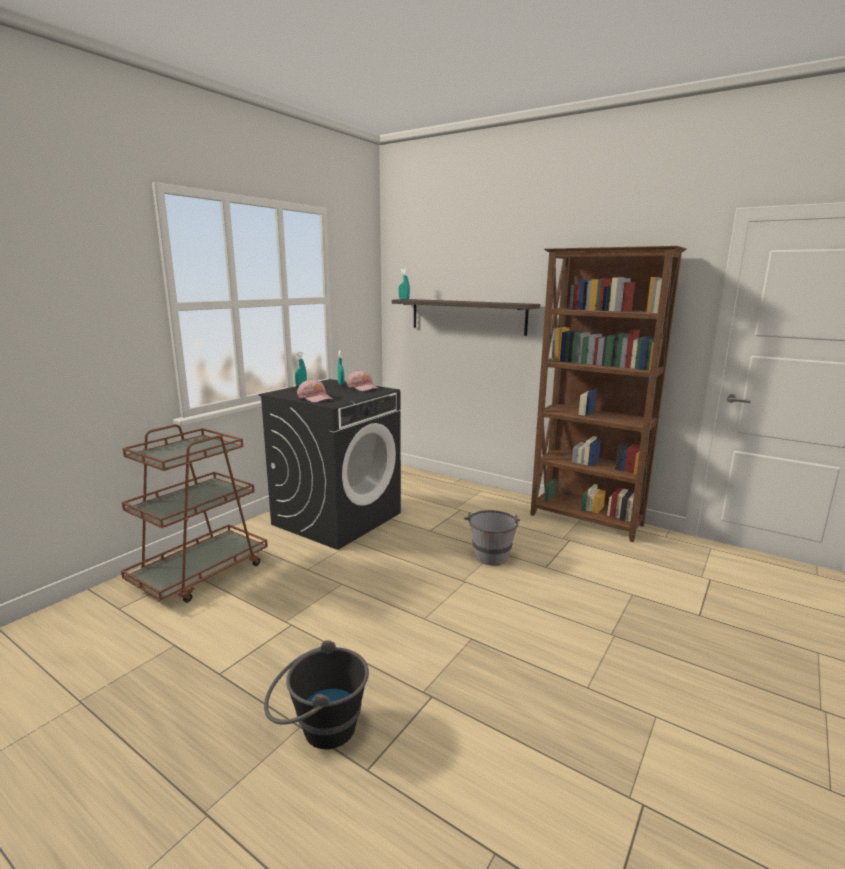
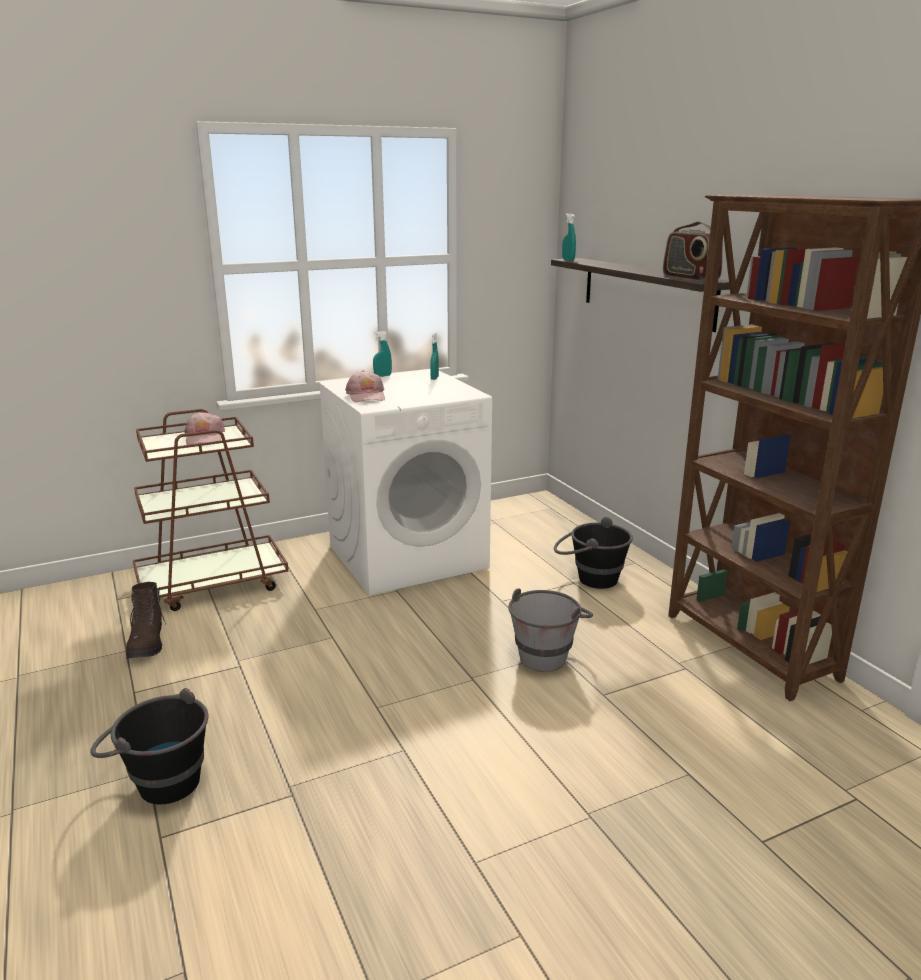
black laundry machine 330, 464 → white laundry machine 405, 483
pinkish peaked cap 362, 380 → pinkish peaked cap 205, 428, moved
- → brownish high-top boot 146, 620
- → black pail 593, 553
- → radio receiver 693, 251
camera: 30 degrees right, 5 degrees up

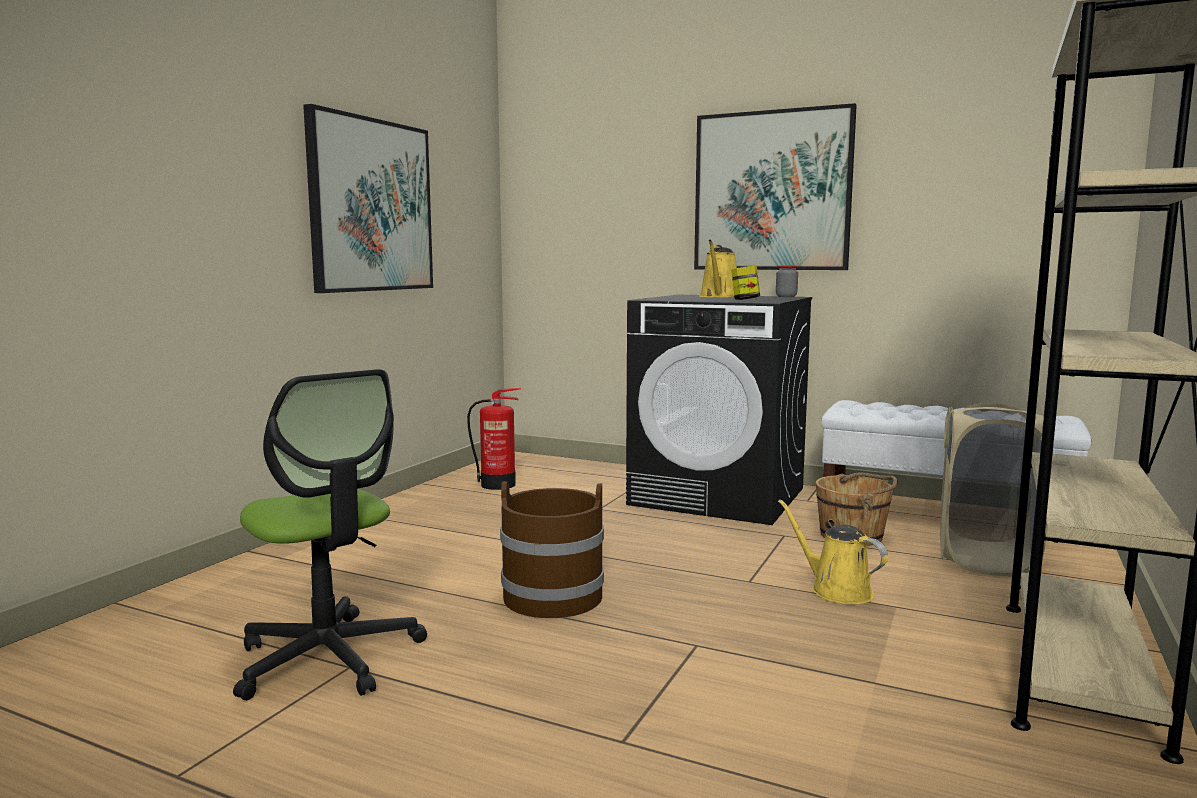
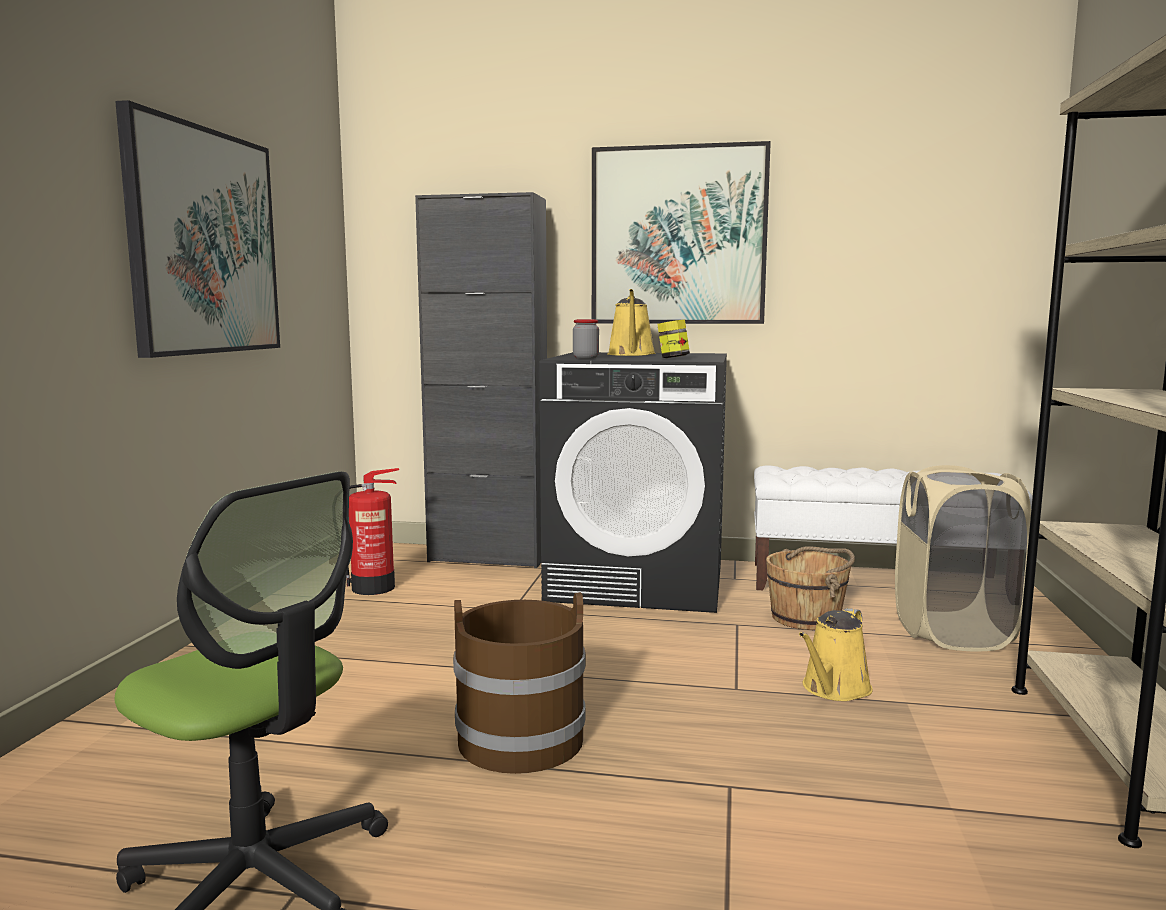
jar 787, 281 → jar 586, 339, moved
yellowish sprinkling can 833, 551 → yellowish sprinkling can 836, 654, 90 degrees counterclockwise
- → black storage cabinet 481, 380
camera: 15 degrees left, 0 degrees up

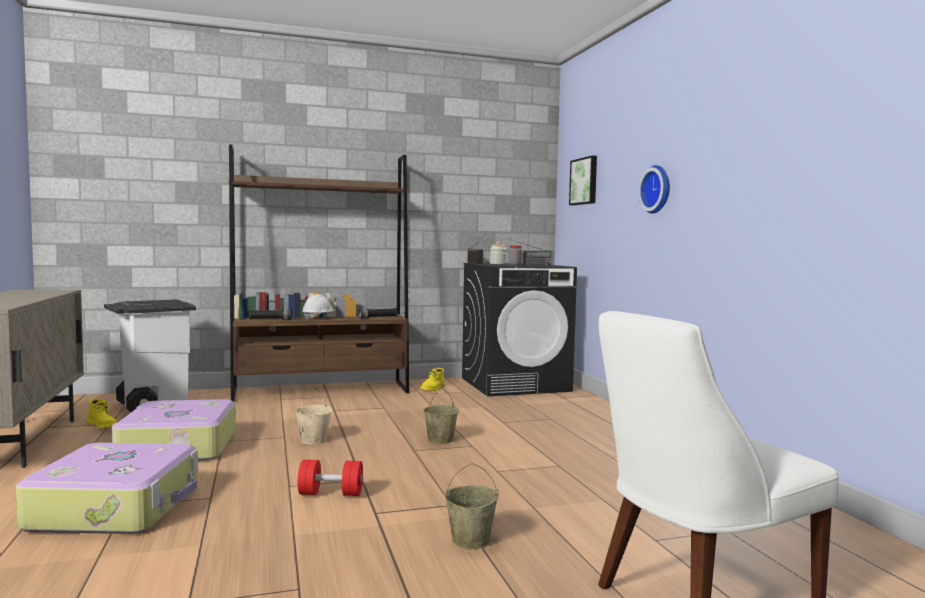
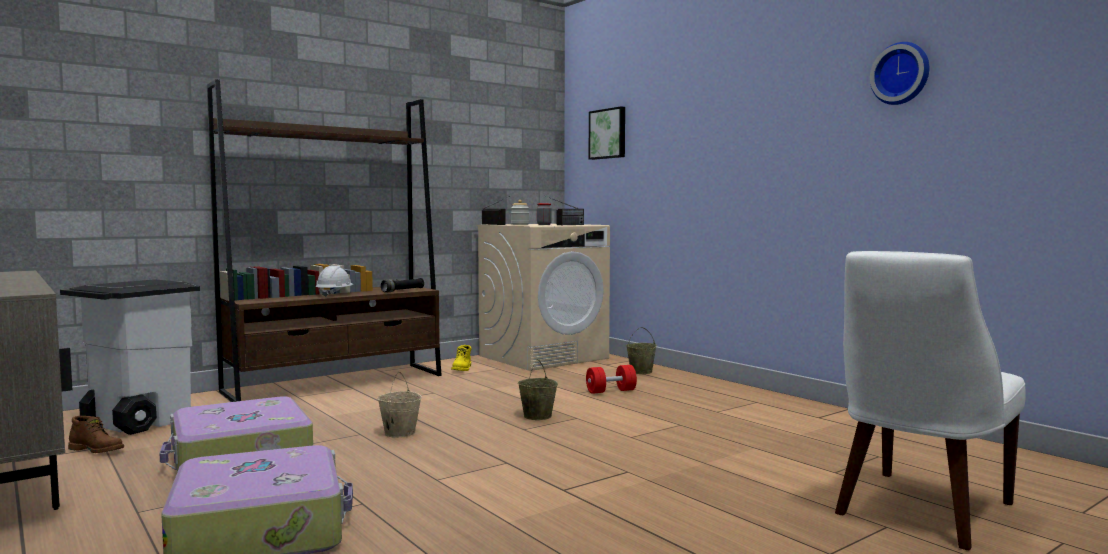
yellowish high-top boot 101, 413 → brownish high-top boot 96, 434
black flashlight 270, 314 → -
red-coloured hand weight 330, 478 → red-coloured hand weight 611, 379, moved
sand-coloured pail 472, 506 → sand-coloured pail 641, 350, moved
black laundry machine 519, 329 → sand-coloured laundry machine 543, 297
hanging clock 654, 189 → hanging clock 899, 73, moved
camera: 20 degrees left, 0 degrees up

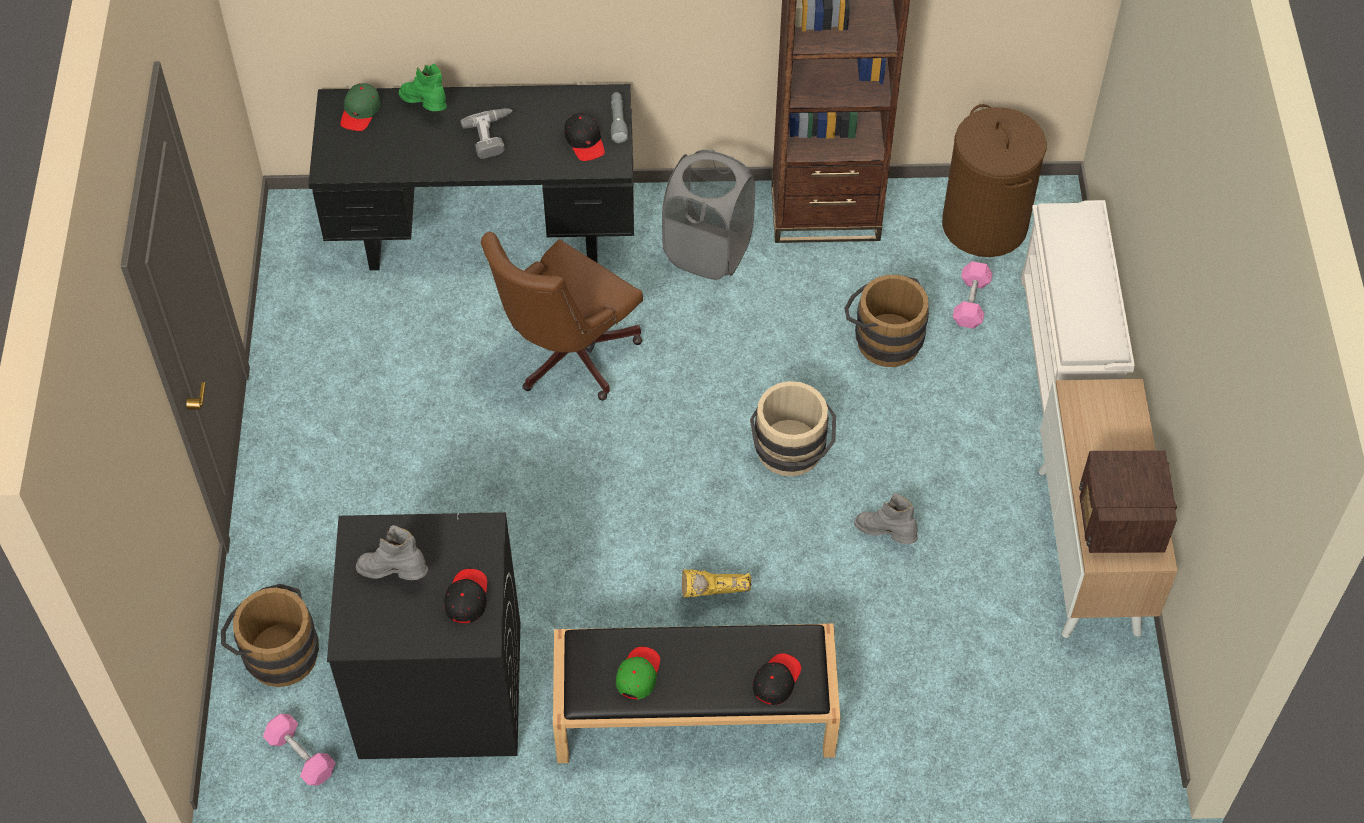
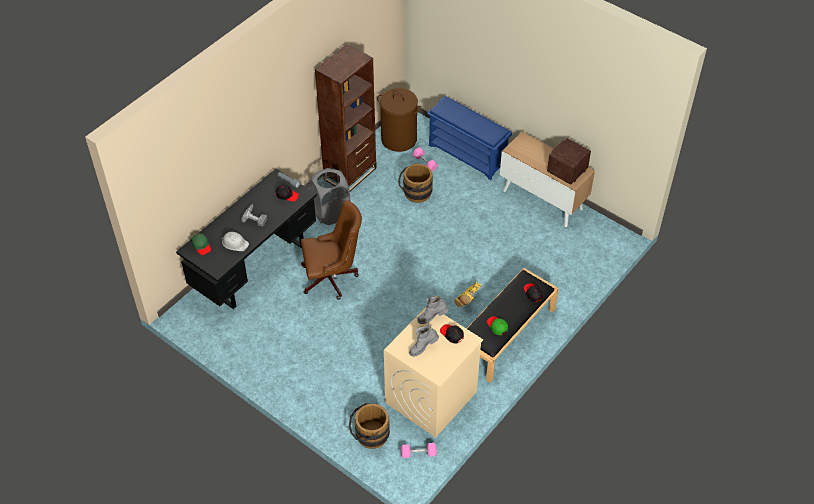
black laundry machine 423, 635 → sand-coloured laundry machine 433, 372
green-coloured high-top boot 423, 87 → -
brownish office chair 562, 316 → brownish office chair 331, 250, 90 degrees counterclockwise
sand-coloured pail 793, 428 → -
gray high-top boot 886, 518 → gray high-top boot 433, 310, moved
white shoe shelf 1078, 308 → blue shoe shelf 469, 138
radio receiver 1128, 502 → radio receiver 569, 161, 90 degrees clockwise
- → white work helmet 235, 241
camera: 50 degrees left, 5 degrees down

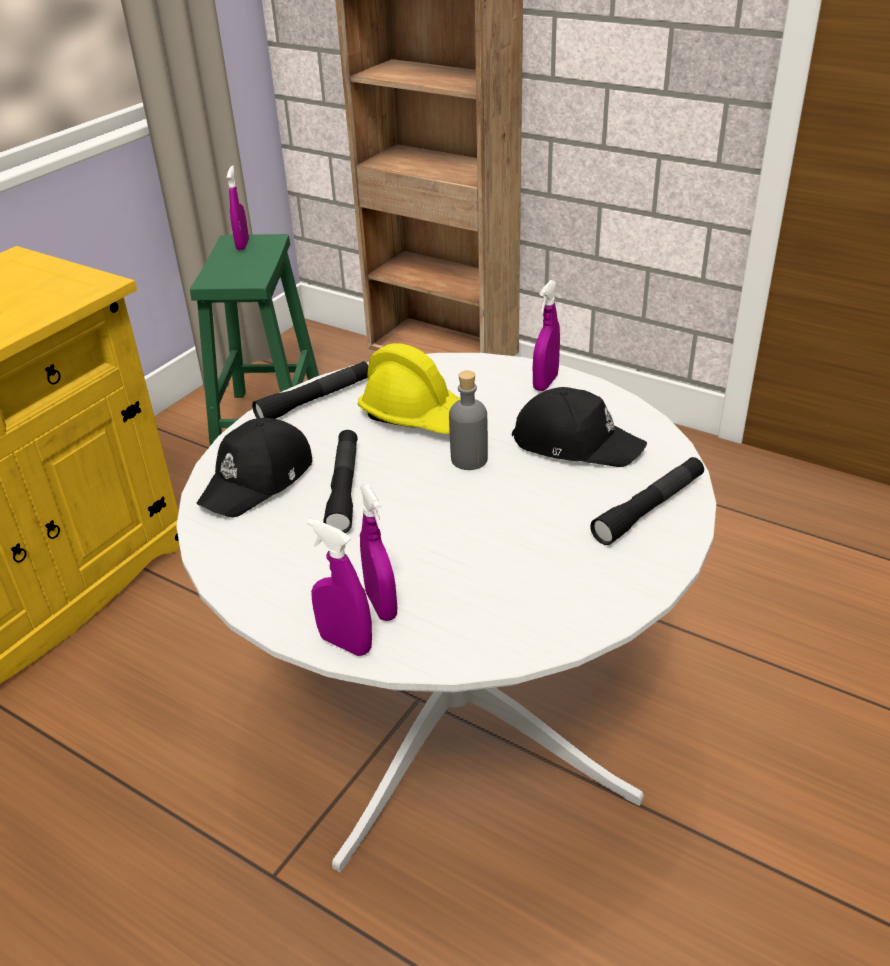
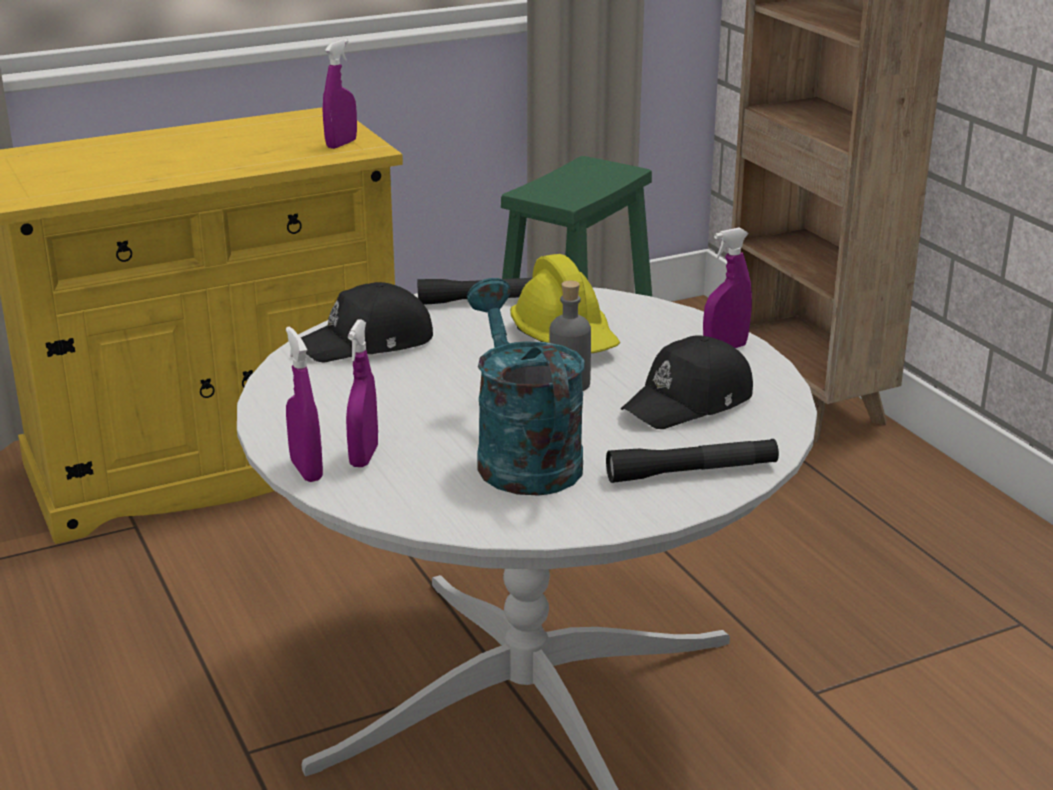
purplish sprayer 238, 208 → purplish sprayer 340, 94, moved
black flashlight 340, 481 → -
black peaked cap 579, 427 → black peaked cap 687, 382, 90 degrees clockwise
- → turquoise-coloured sprinkling can 526, 387
camera: 30 degrees right, 10 degrees down

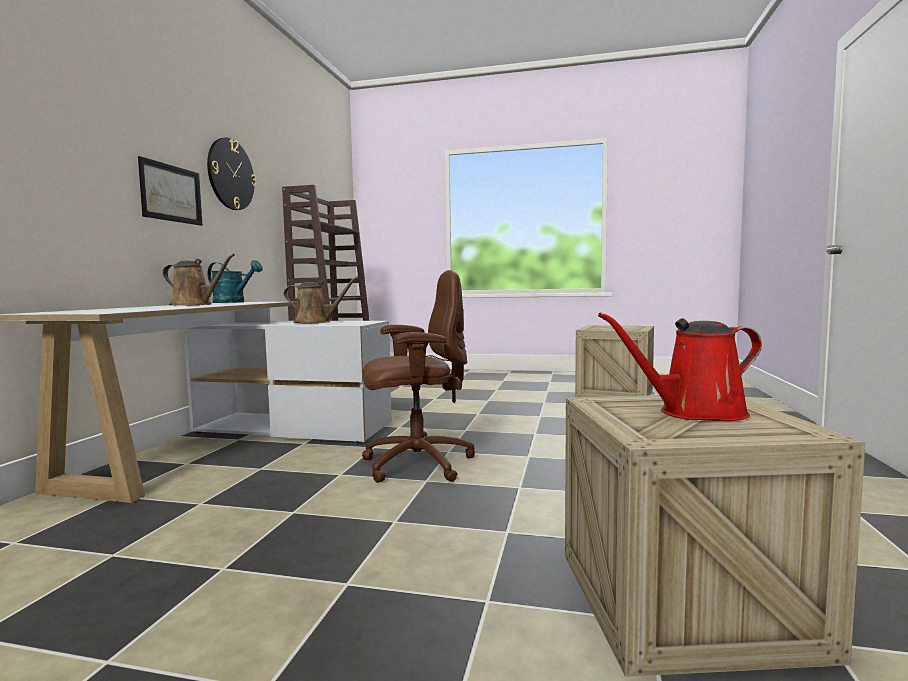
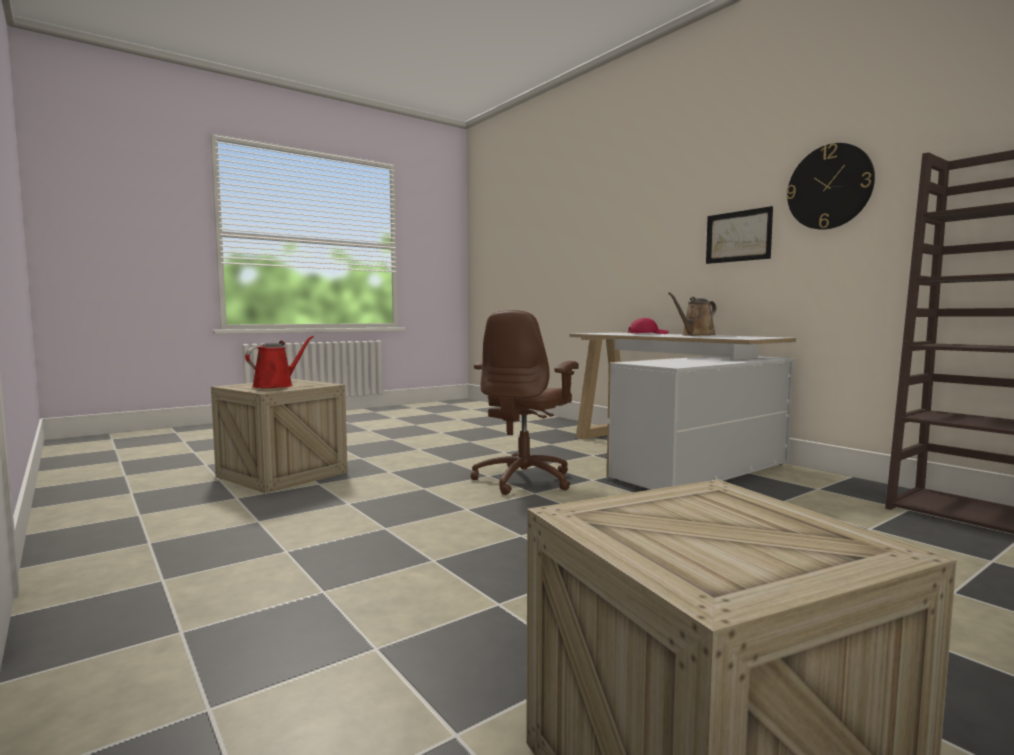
turquoise-coloured sprinkling can 235, 281 → -
brownish sprinkling can 321, 299 → -
- → red-coloured peaked cap 648, 326
camera: 130 degrees right, 0 degrees up

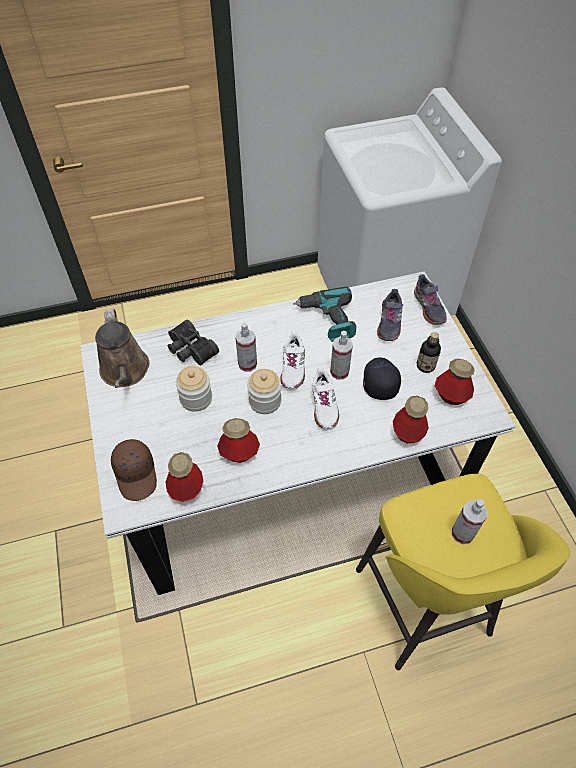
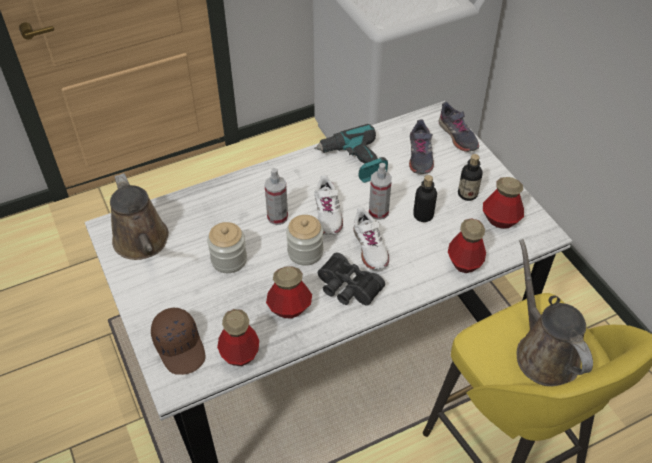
black binoculars 193, 342 → black binoculars 351, 279, moved
black peaked cap 382, 379 → beverage bottle 425, 198
sprayer 469, 521 → brownish sprinkling can 555, 312
camera: 10 degrees left, 5 degrees down

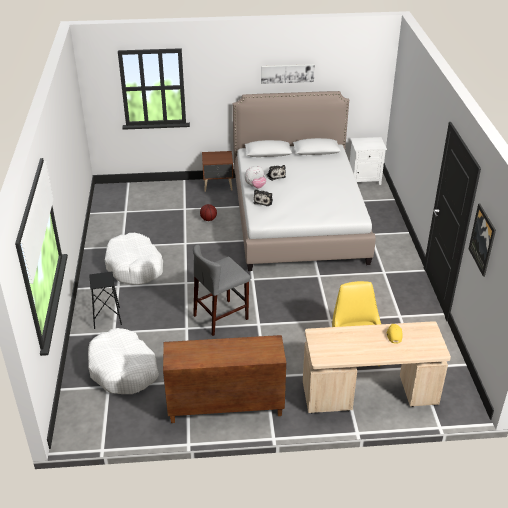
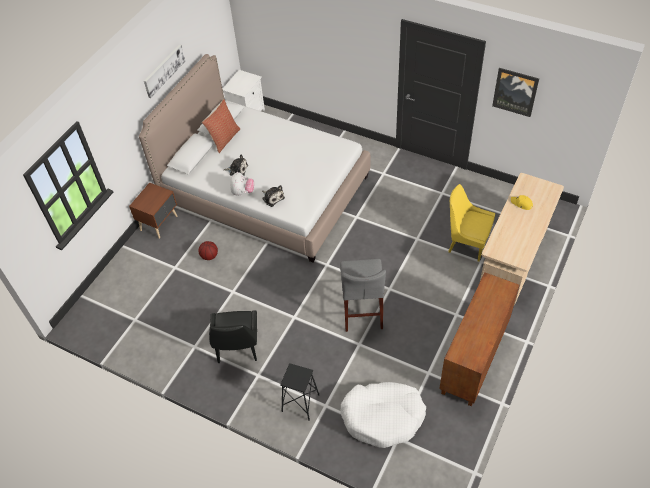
white pet bed 134, 259 → black plain chair 233, 336
- → throw pillow 221, 126
camera: 55 degrees left, 15 degrees up

